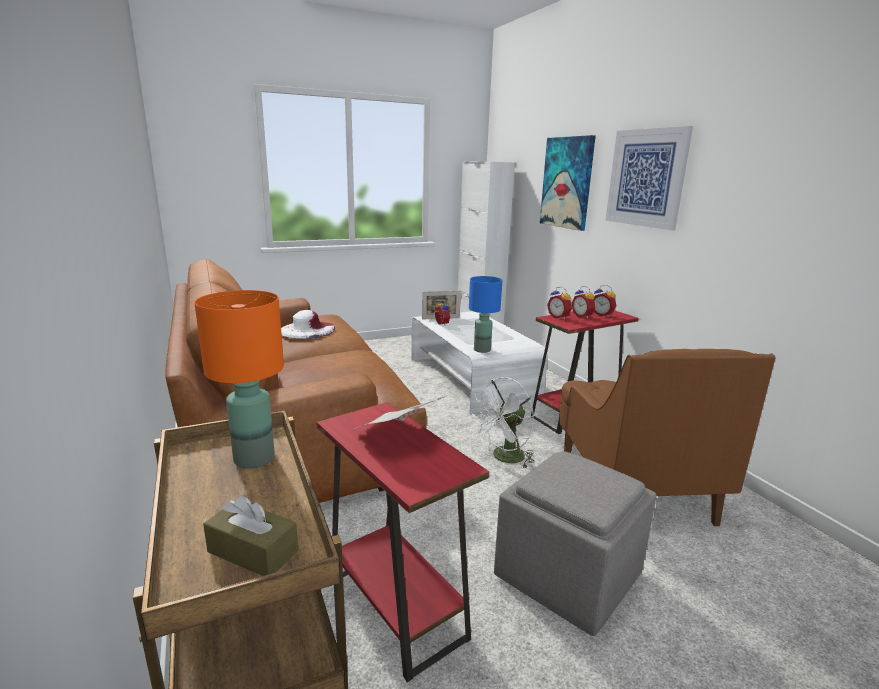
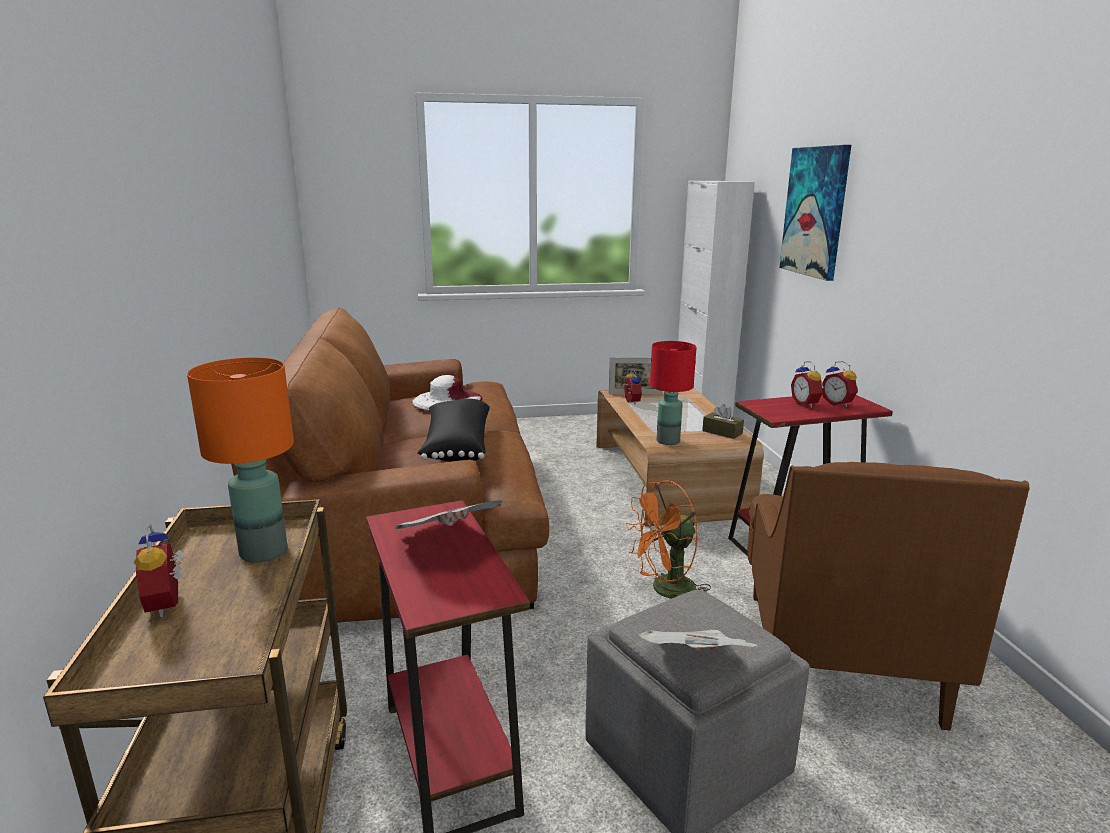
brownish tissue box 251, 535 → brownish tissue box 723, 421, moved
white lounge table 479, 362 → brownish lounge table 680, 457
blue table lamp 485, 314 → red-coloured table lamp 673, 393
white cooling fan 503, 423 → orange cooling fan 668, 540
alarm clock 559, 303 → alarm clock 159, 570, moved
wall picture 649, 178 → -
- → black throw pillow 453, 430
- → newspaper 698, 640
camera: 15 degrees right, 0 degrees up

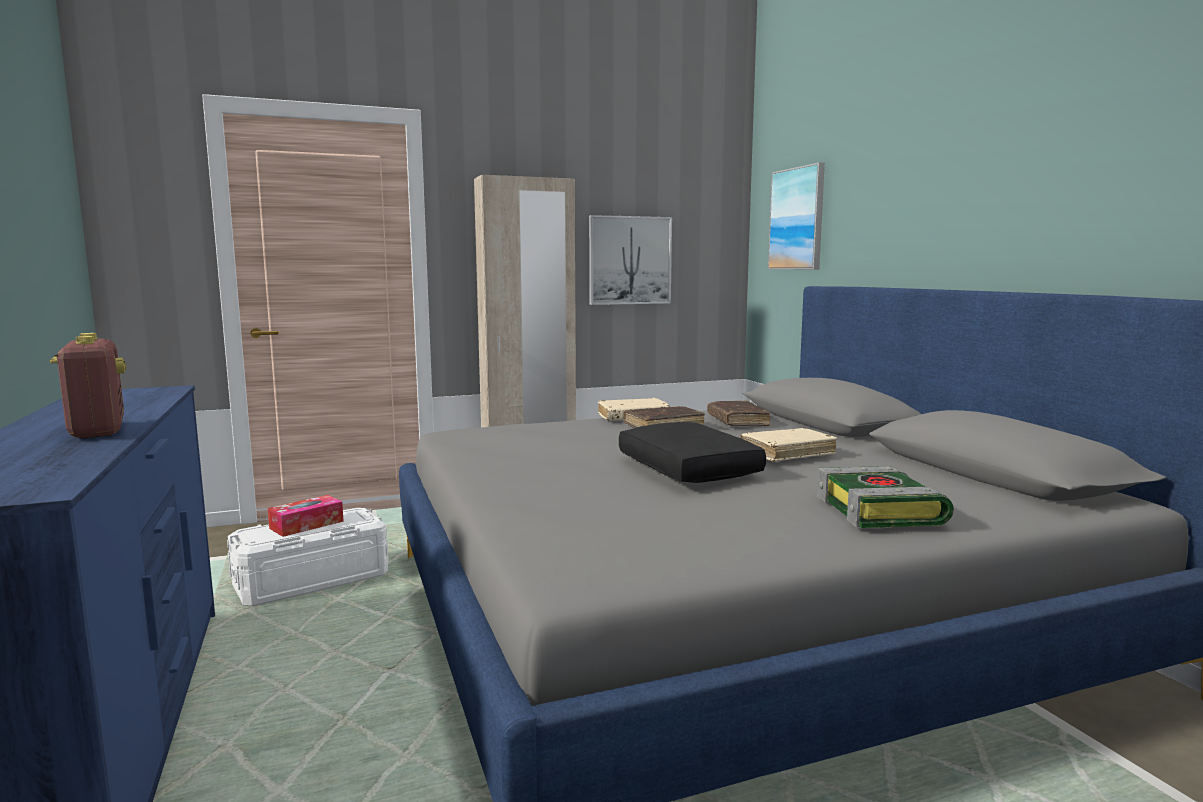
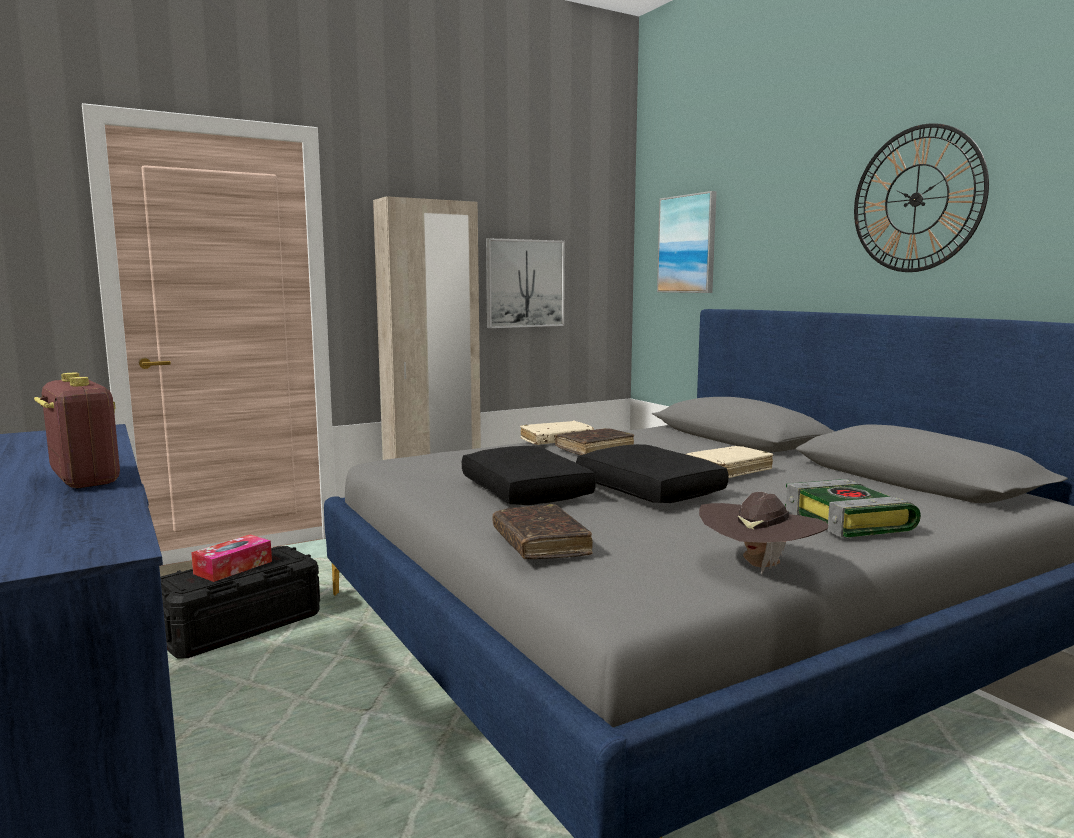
white storage box 308, 557 → black storage box 240, 602
brownish volume 738, 413 → brownish volume 542, 531, moved
- → black throw pillow 529, 475
- → brownish hat 763, 533
- → hanging clock 921, 197
camera: 10 degrees left, 0 degrees up

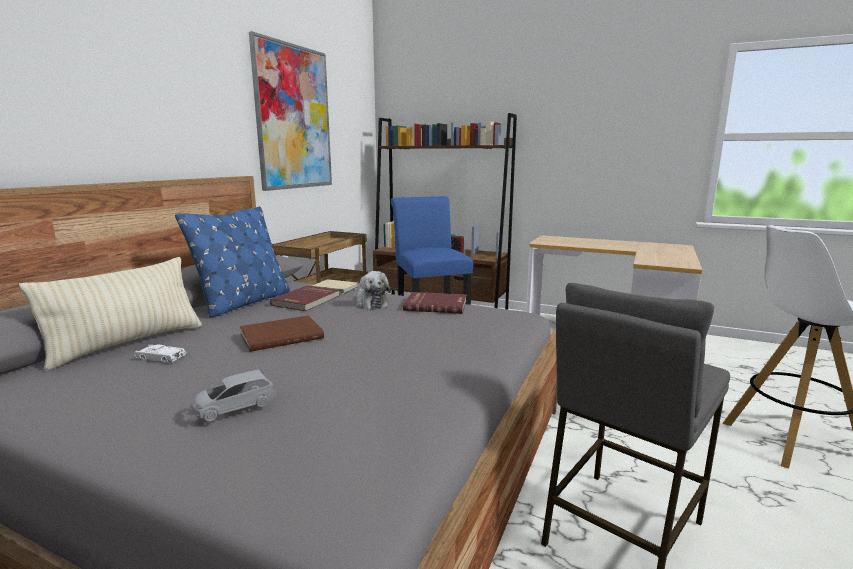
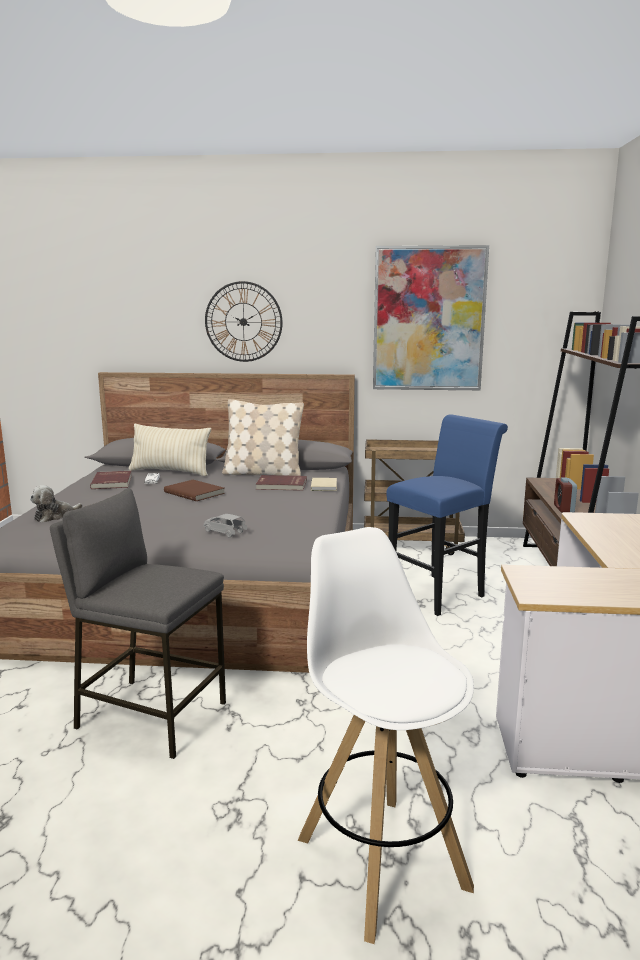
blue throw pillow 232, 262 → sand-coloured throw pillow 263, 437
gray miniature car 235, 396 → gray miniature car 225, 526, moved
soft toy 373, 290 → soft toy 56, 503, moved
red-coloured volume 435, 303 → red-coloured volume 111, 480, moved
- → hanging clock 244, 321
camera: 70 degrees right, 0 degrees up

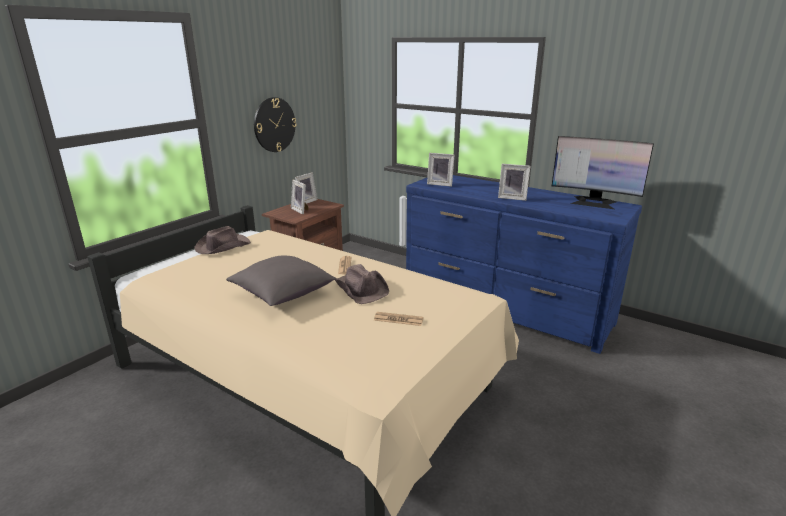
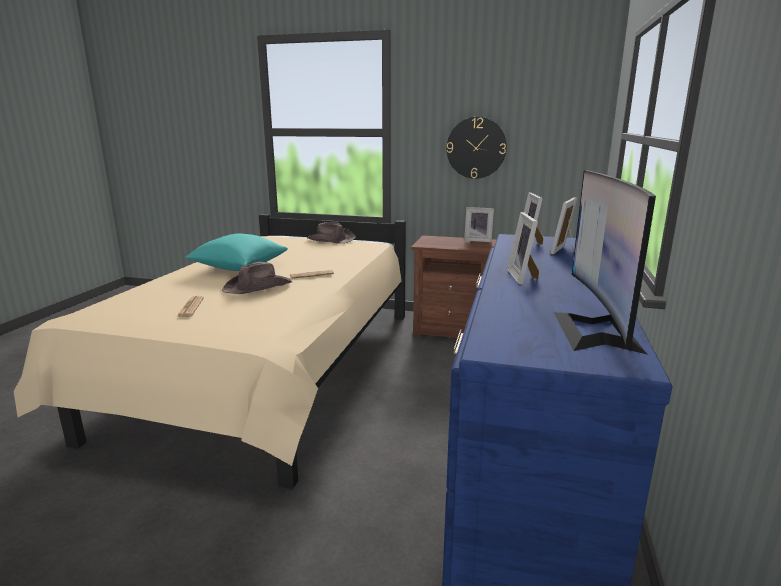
gray throw pillow 281, 281 → turquoise-coloured throw pillow 236, 252
standing frame 300, 197 → standing frame 563, 226, moved
camera: 70 degrees right, 5 degrees down

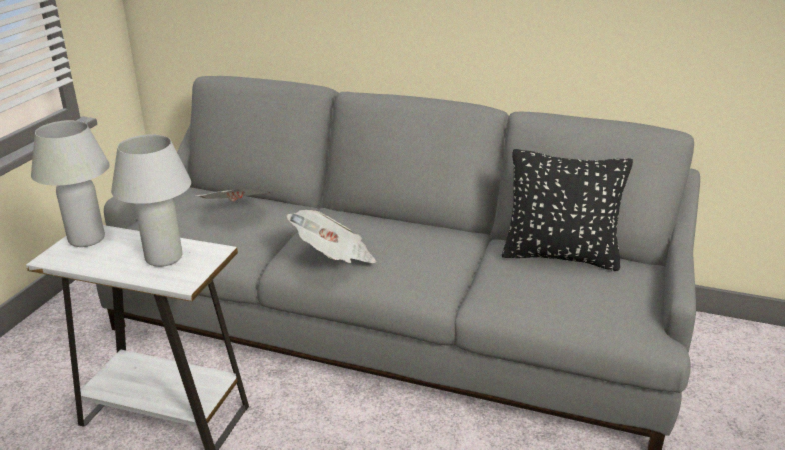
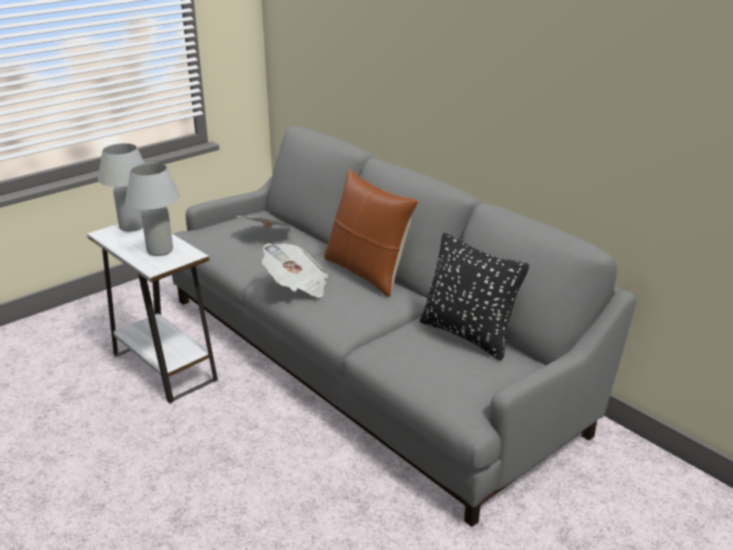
- → brownish throw pillow 371, 233
camera: 30 degrees right, 0 degrees up

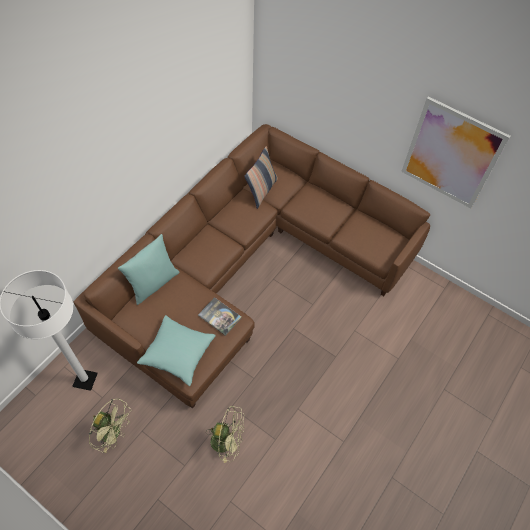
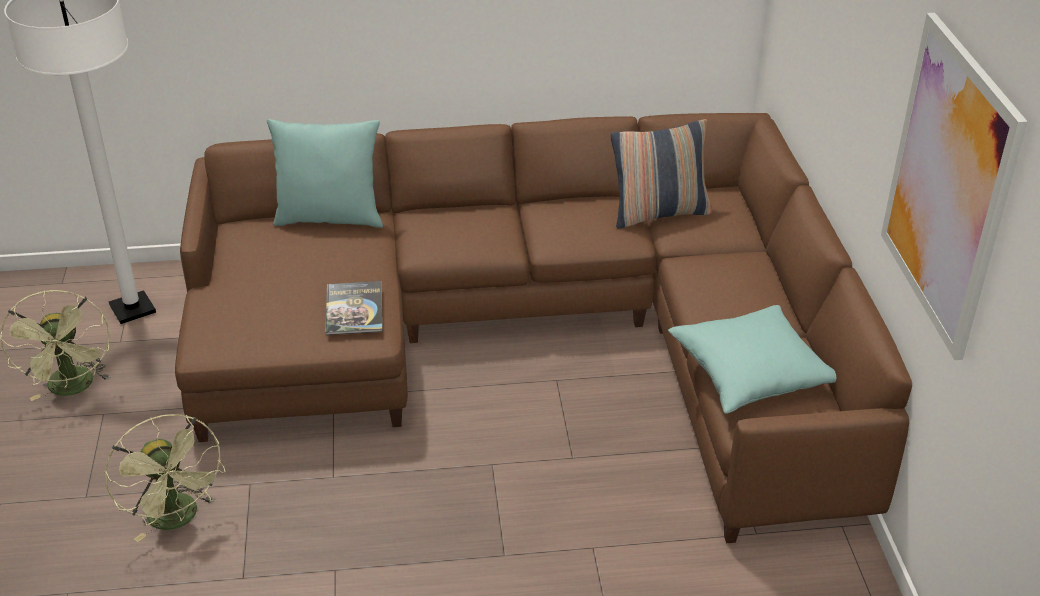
turquoise-coloured throw pillow 176, 350 → turquoise-coloured throw pillow 752, 359, moved
camera: 50 degrees right, 20 degrees down

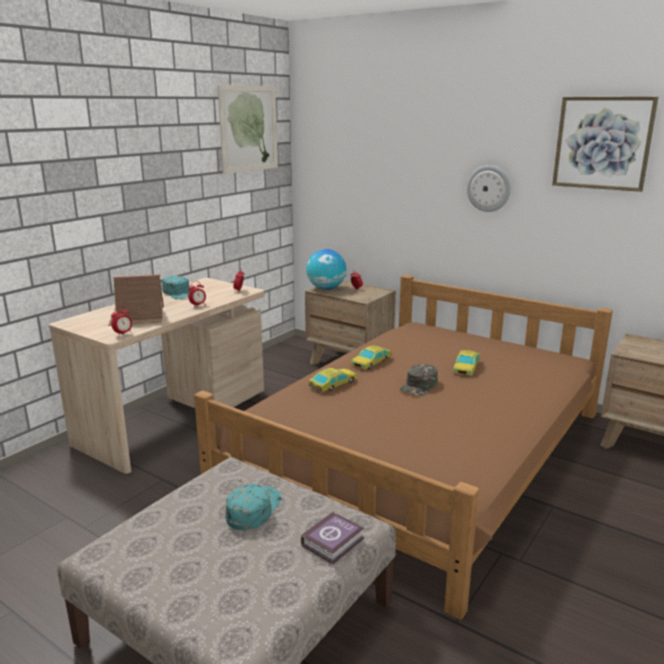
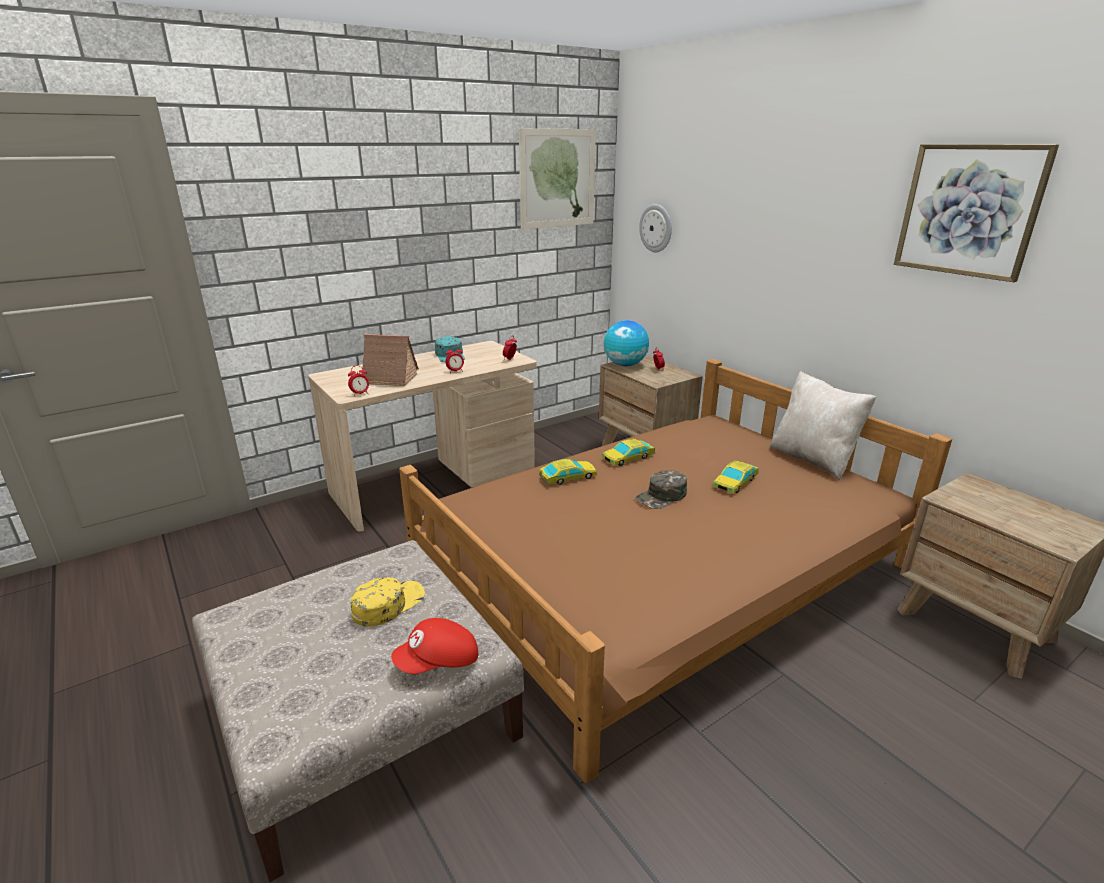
turquoise-coloured peaked cap 253, 507 → yellowish peaked cap 388, 601
volume 332, 537 → red-coloured peaked cap 434, 646
hanging clock 489, 188 → hanging clock 655, 228, moved
- → sand-coloured throw pillow 823, 425
camera: 20 degrees right, 5 degrees up

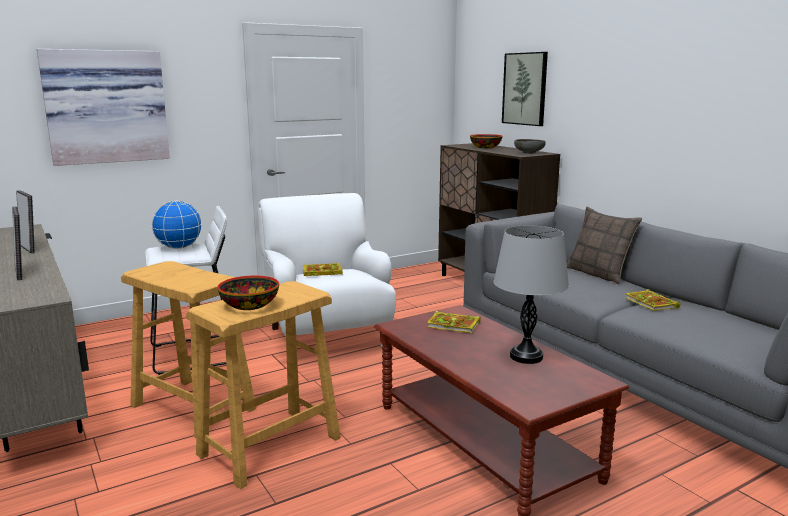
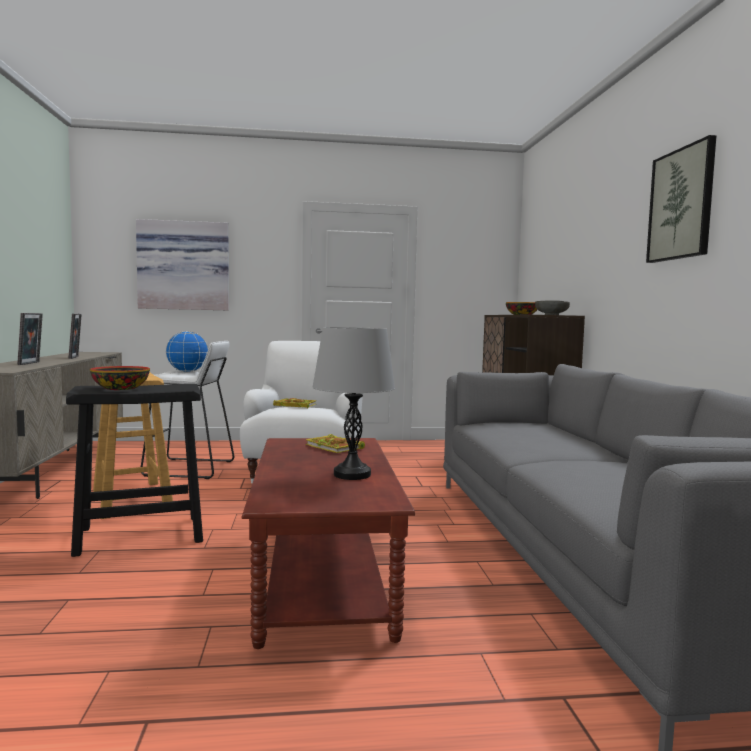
sand-coloured stool seat 263, 385 → black stool seat 134, 470
wall picture 525, 89 → wall picture 681, 199, moved
throw pillow 604, 245 → -
volume 653, 300 → -
camera: 25 degrees right, 10 degrees down

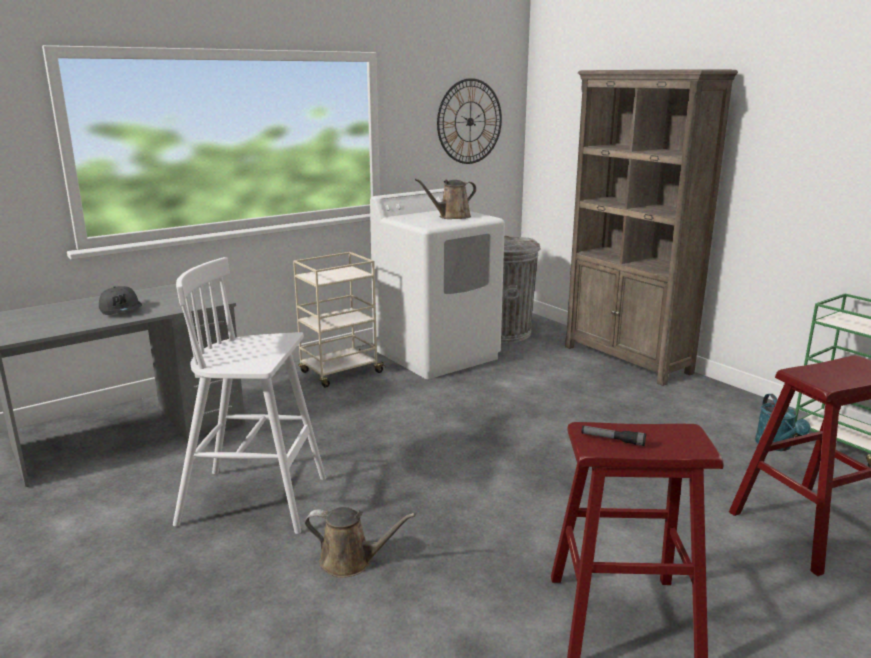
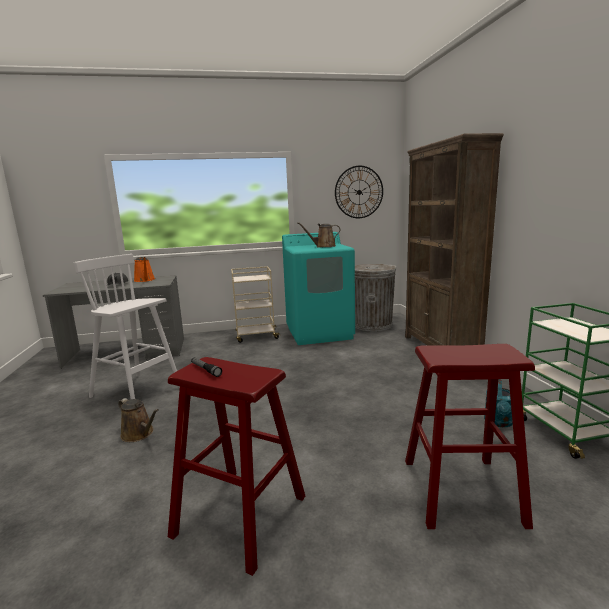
white laundry machine 437, 283 → turquoise-coloured laundry machine 318, 288
- → orange sprinkling can 144, 269
camera: 25 degrees right, 5 degrees down

